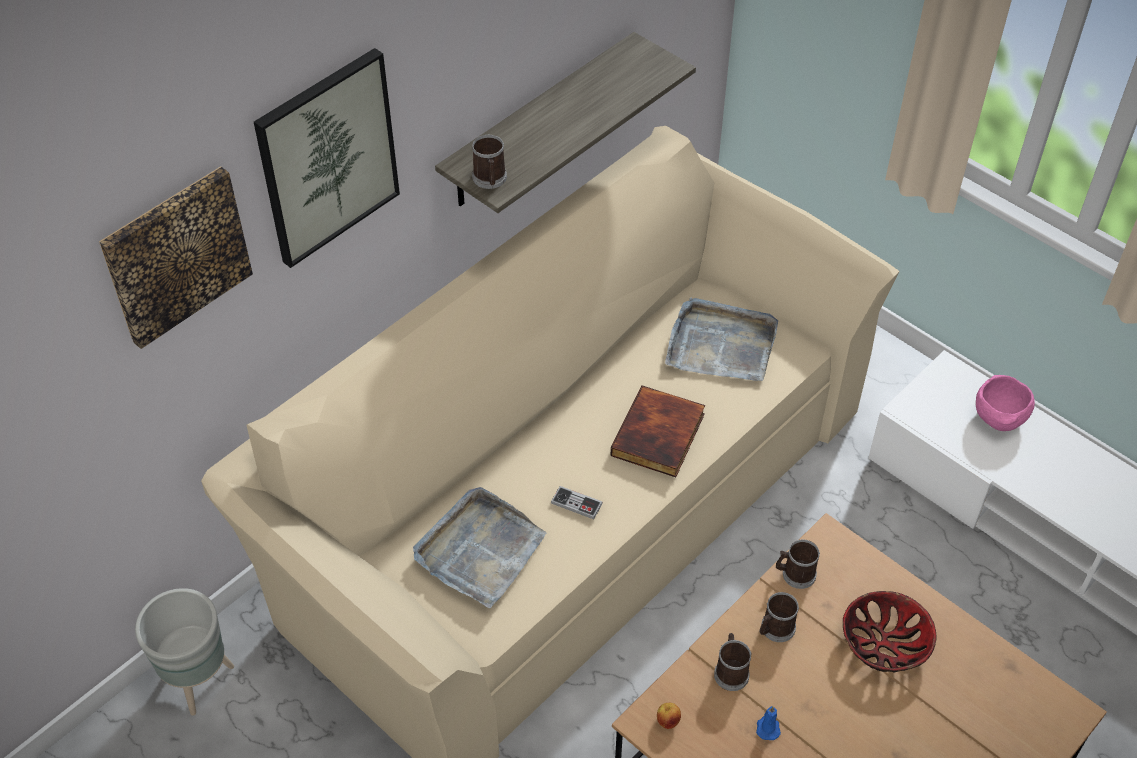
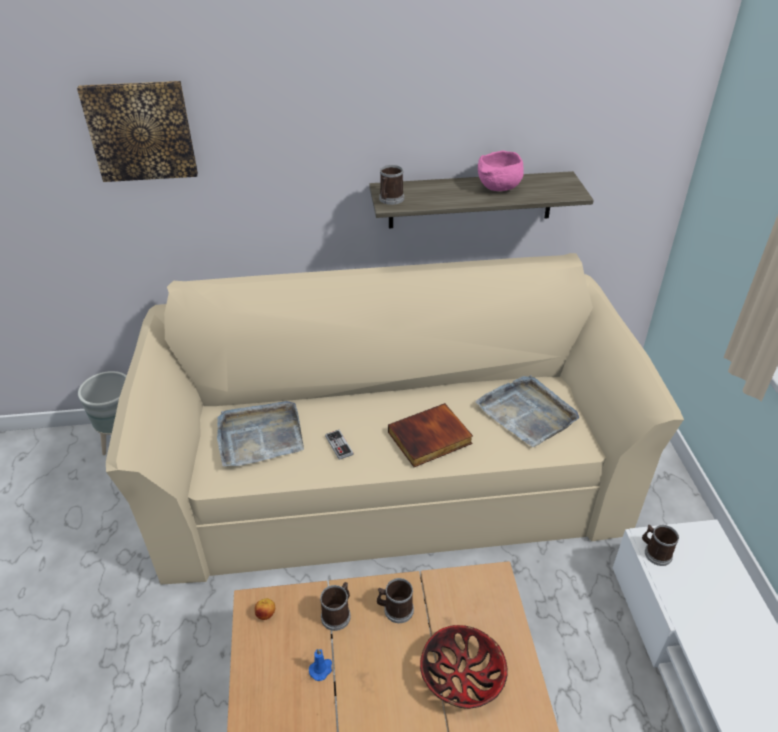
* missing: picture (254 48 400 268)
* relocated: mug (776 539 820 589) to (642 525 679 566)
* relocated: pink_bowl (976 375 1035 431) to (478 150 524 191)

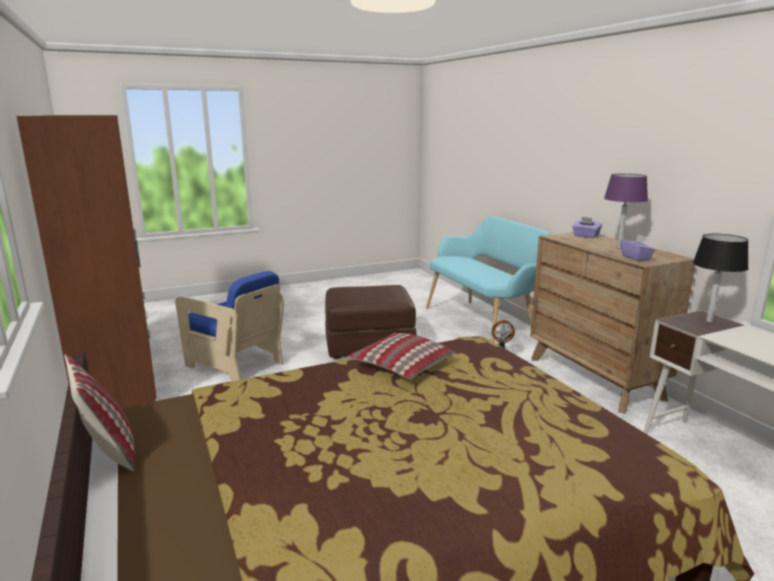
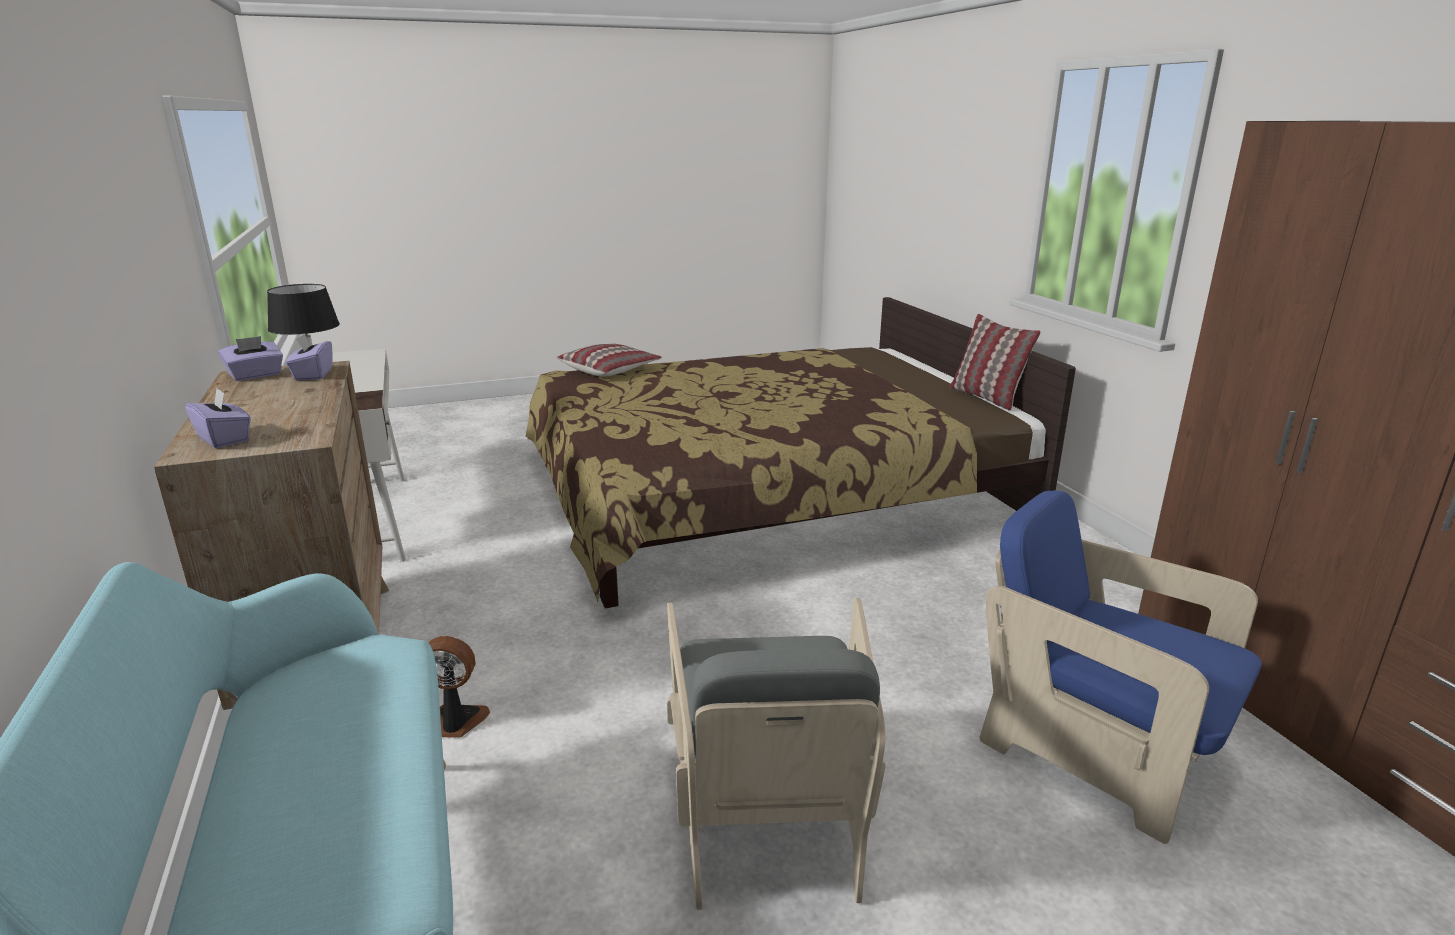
* exchanged: brown_ottoman (325 285 417 359) to grey_armchair (667 598 885 910)
* relocated: pillow (348 333 456 379) to (557 343 662 376)
* missing: purple_table_lamp (604 174 648 249)
* appeared: purple_tissue_box (218 336 283 381)

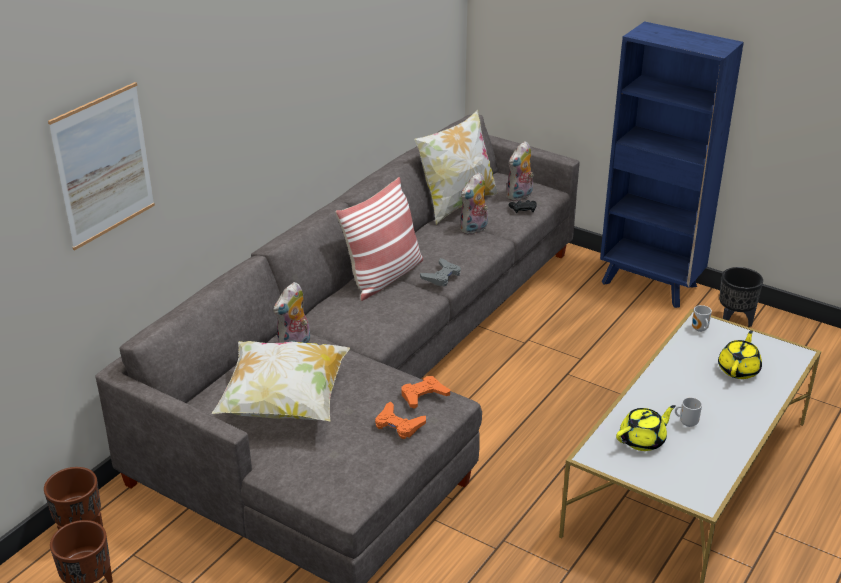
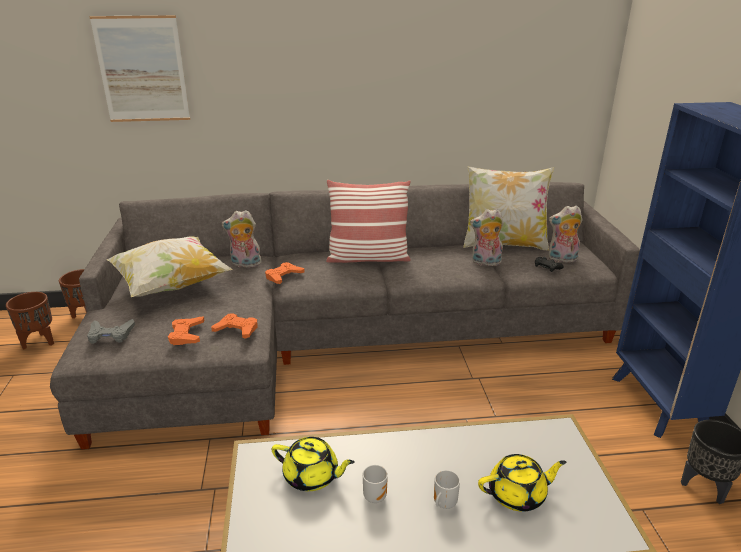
* relocated: grey_game_controller (420 258 461 286) to (87 319 135 344)
* relocated: mug (692 305 712 332) to (434 470 460 509)
* appeared: orange_game_controller (265 262 305 284)

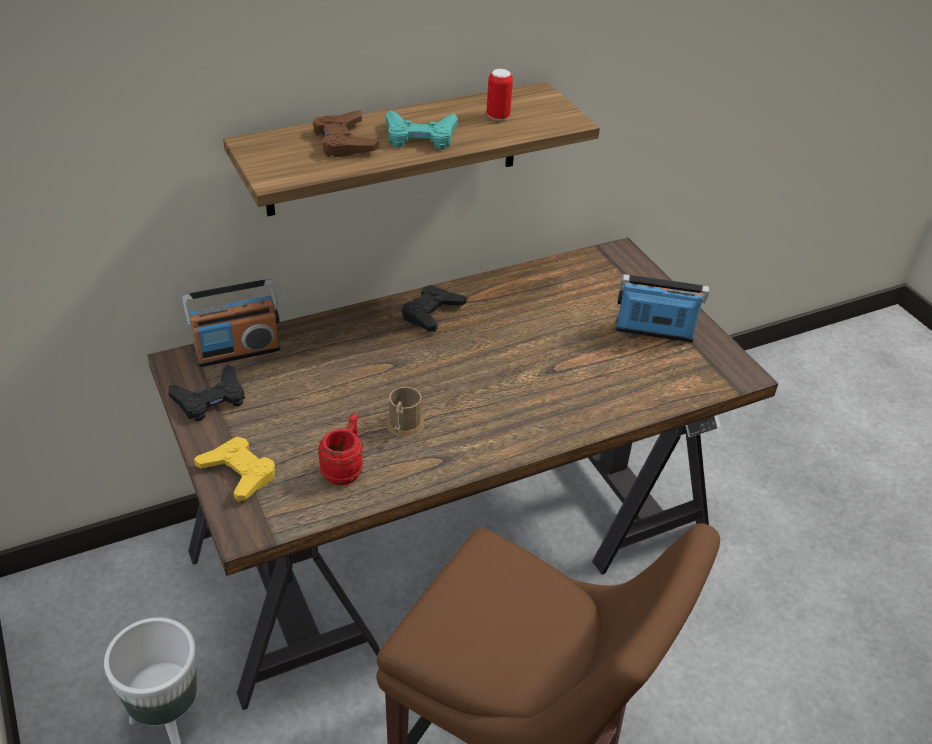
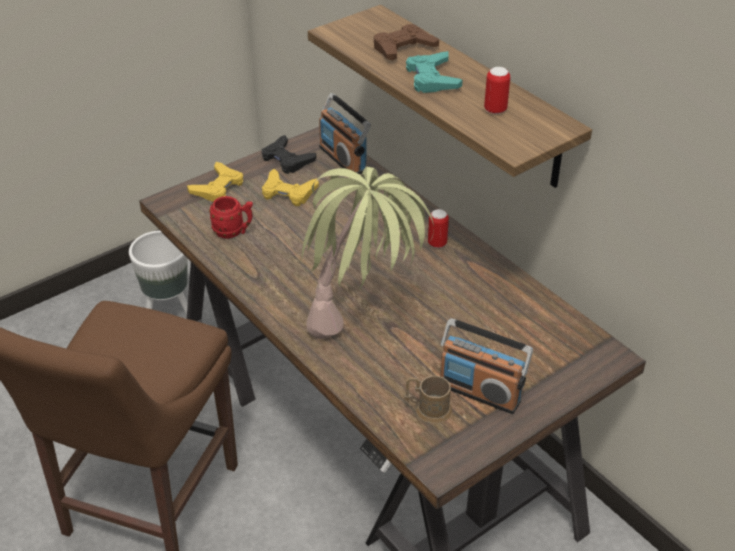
* relocated: brown_mug (386 387 424 437) to (404 376 452 424)
* exchanged: black_game_controller (402 285 466 332) to can (428 209 449 248)
* spun: radio (616 274 710 342) = (440 318 533 414) 120 degrees clockwise
* appeared: yellow_game_controller (262 169 319 206)
* appeared: potted_plant (301 167 434 339)

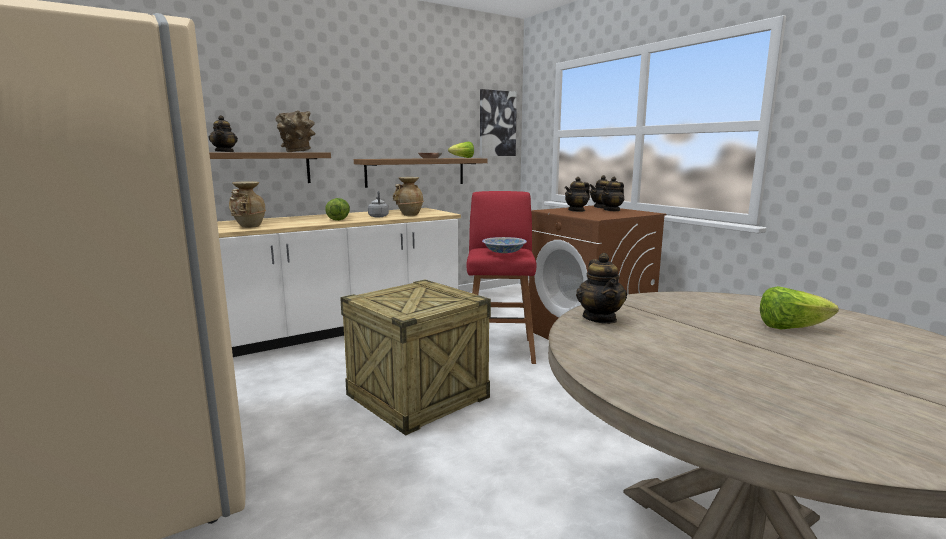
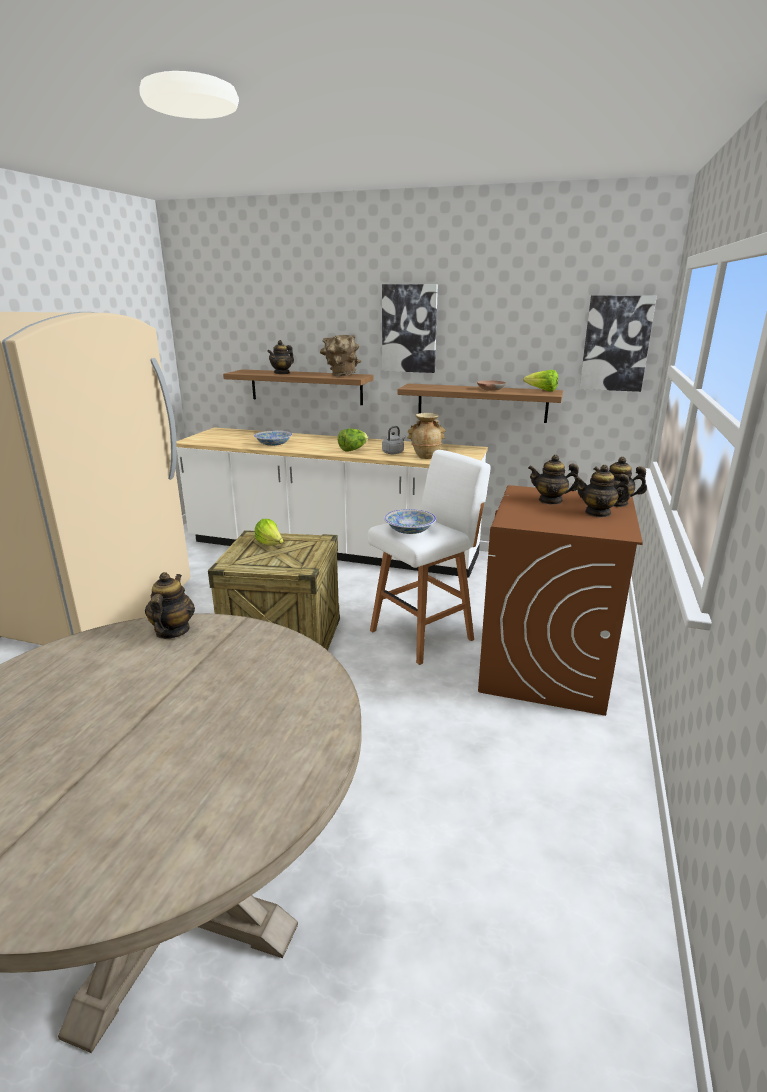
* exchanged: beige_vase (229 181 266 228) to bowl (254 431 292 446)
* colour: red_stool (466 191 536 364) to white_stool (368 450 490 665)
* spun: teapot (576 253 627 324) = (145 572 195 639) 135 degrees clockwise
* relocated: lettuce (760 286 839 329) to (255 519 283 545)
* appeared: picture (382 284 438 373)

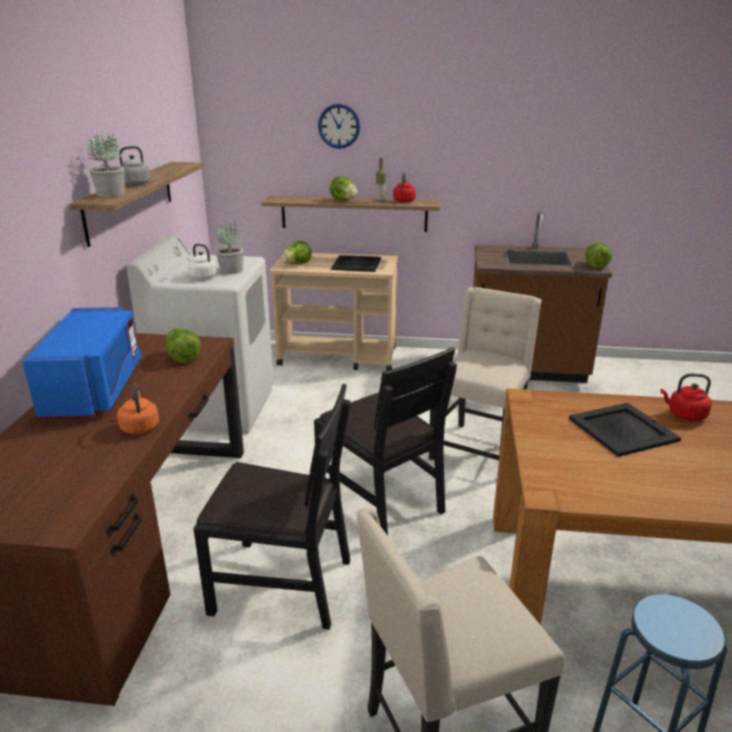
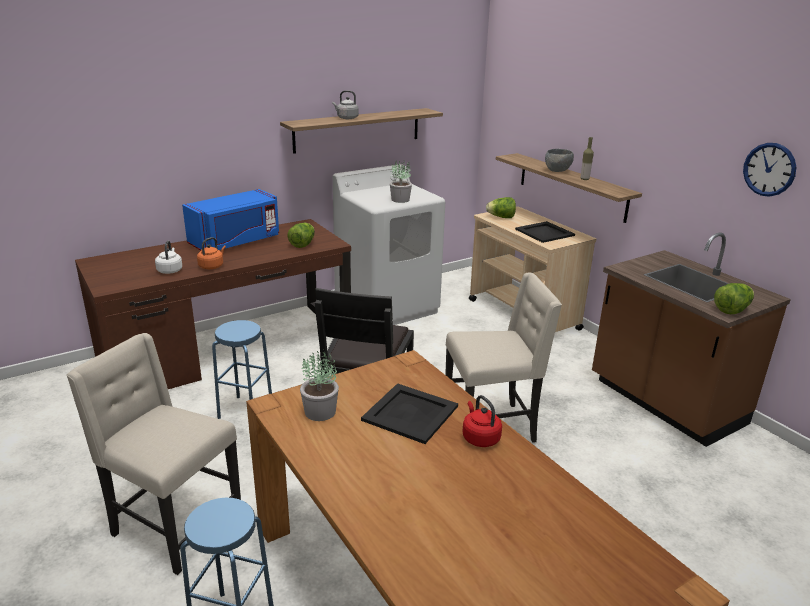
* relocated: potted_plant (87 134 125 197) to (300 349 339 421)
* relocated: white_kettle (186 244 217 280) to (155 240 182 274)
* exchanged: black_chair (193 384 351 630) to blue_stool (212 320 272 419)
* relocated: wall_clock (318 104 360 149) to (743 143 796 197)
* exchanged: lettuce (330 176 357 200) to grey_bowl (545 149 574 172)
* missing: red_kettle (393 173 416 203)

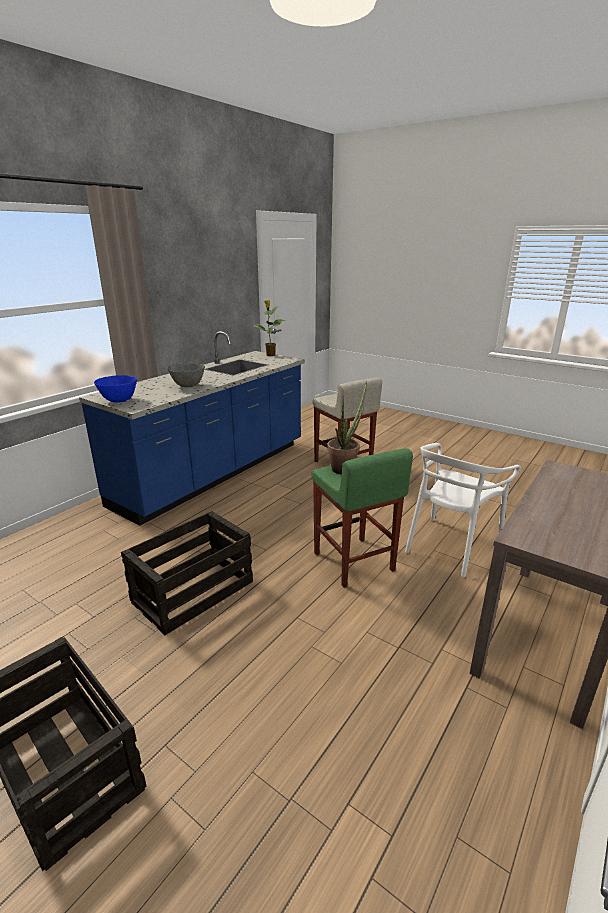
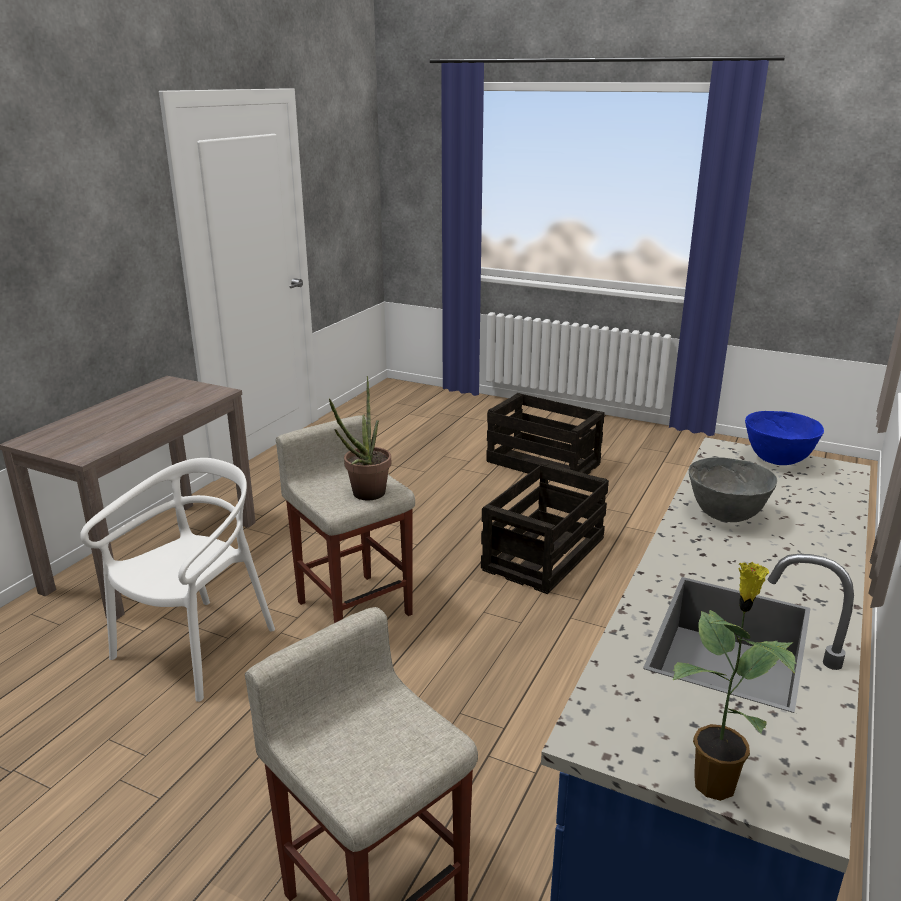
* colour: green_stool (312 448 413 588) to beige_stool (276 416 415 623)

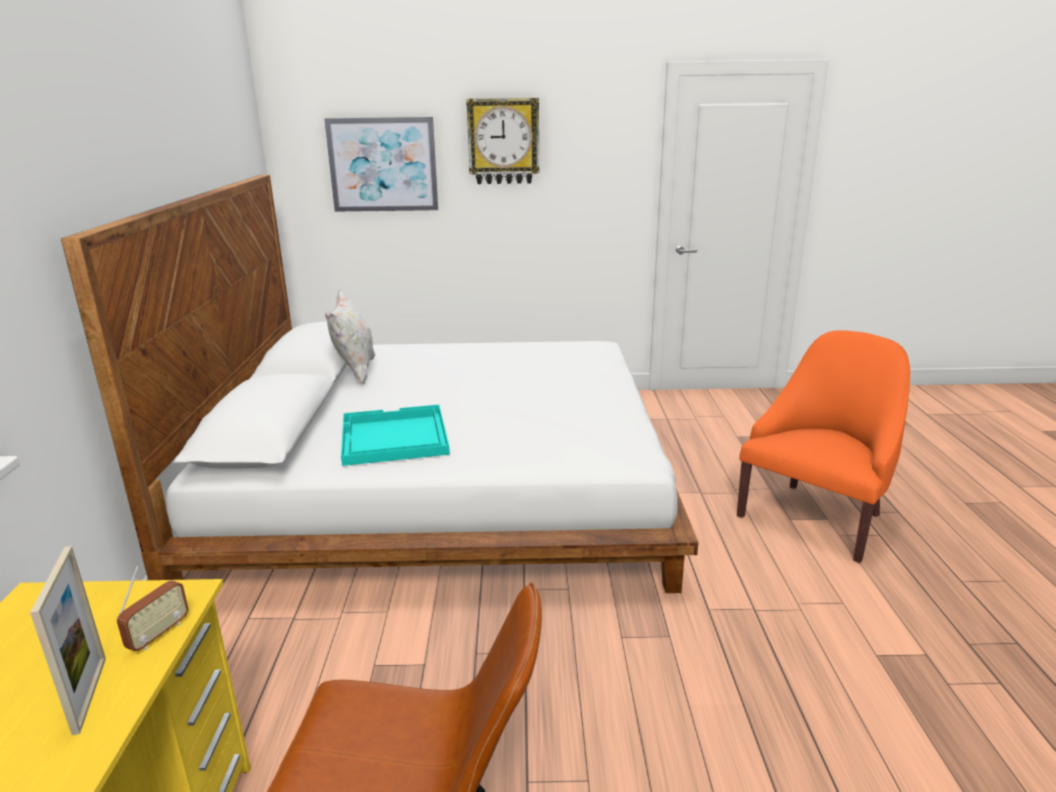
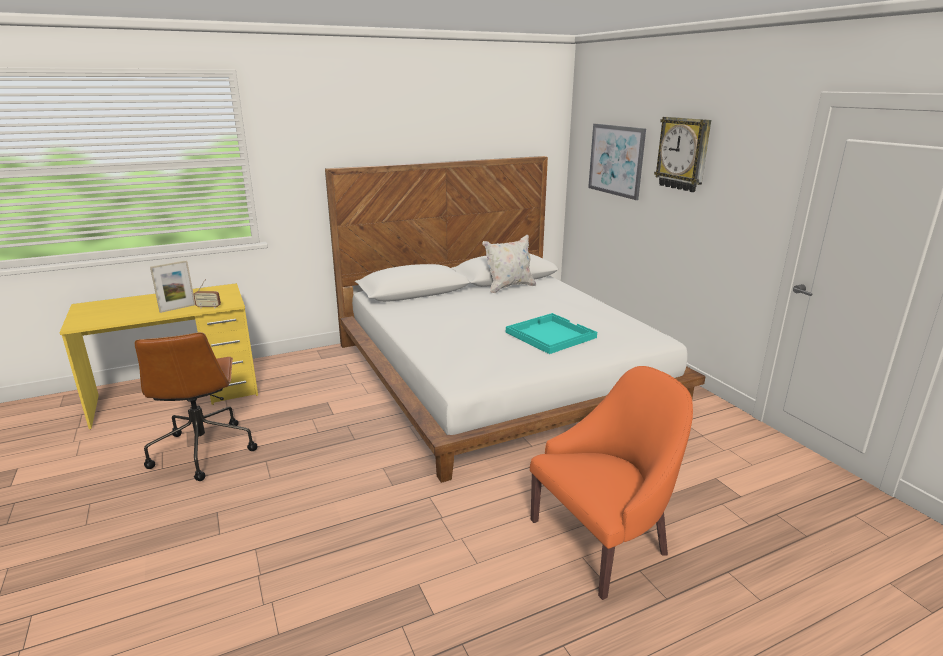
* relocated: turquoise_tray (341 405 450 466) to (506 313 597 354)
* spun: orange_armchair (737 330 910 563) = (530 366 693 600) 45 degrees counterclockwise

